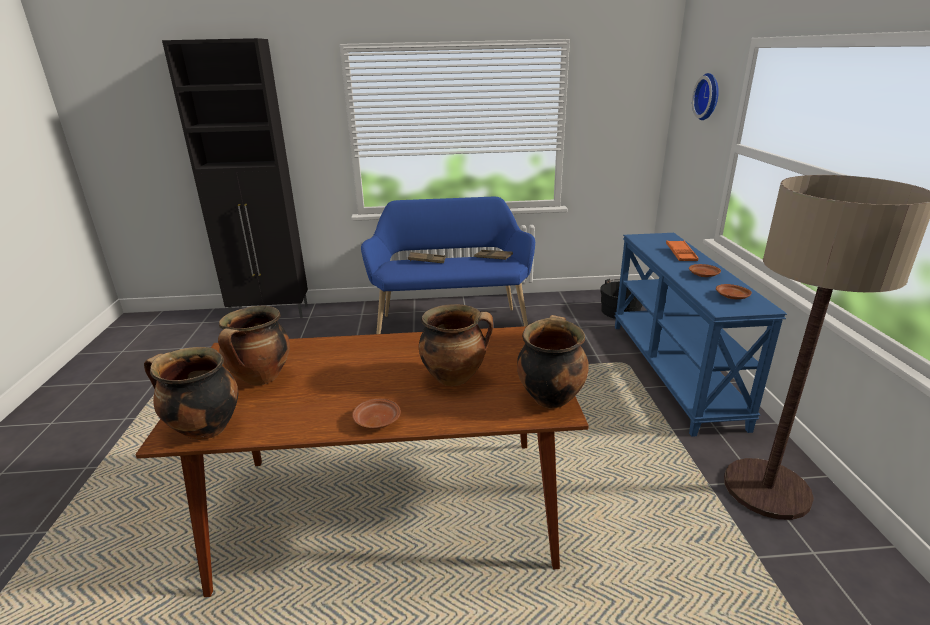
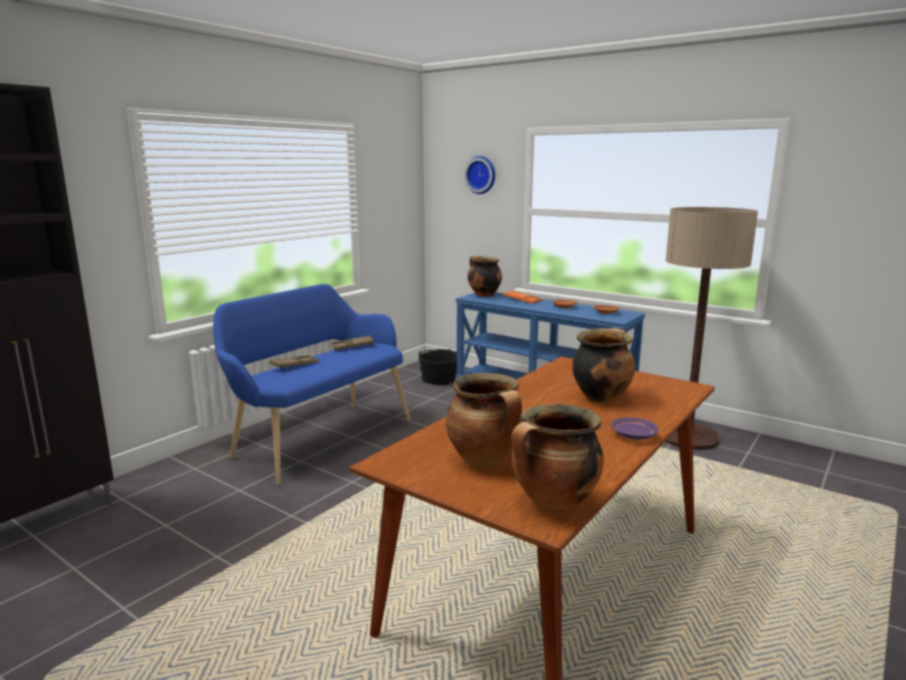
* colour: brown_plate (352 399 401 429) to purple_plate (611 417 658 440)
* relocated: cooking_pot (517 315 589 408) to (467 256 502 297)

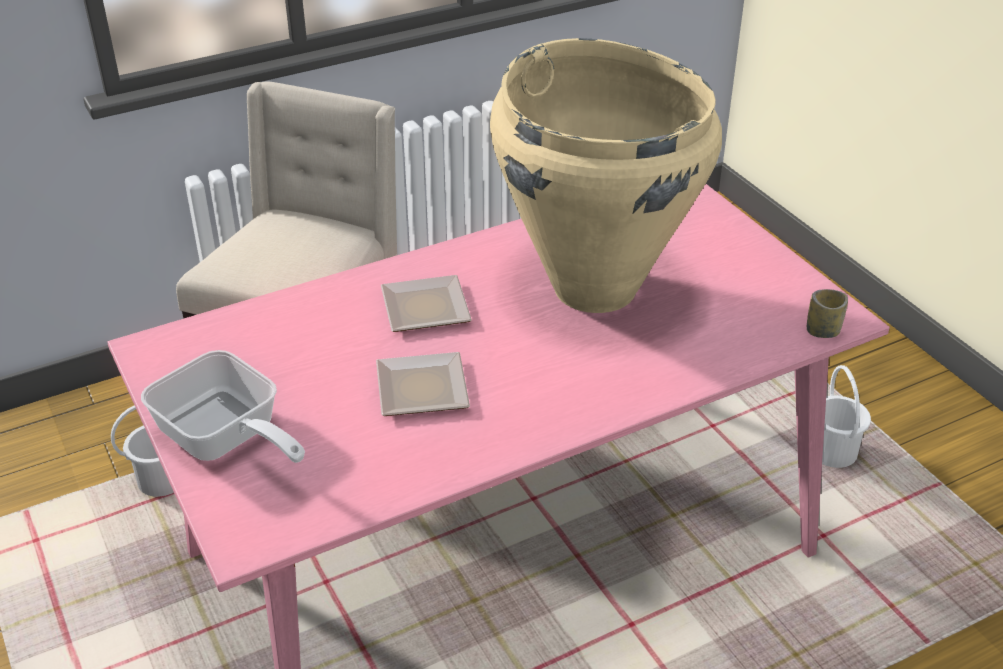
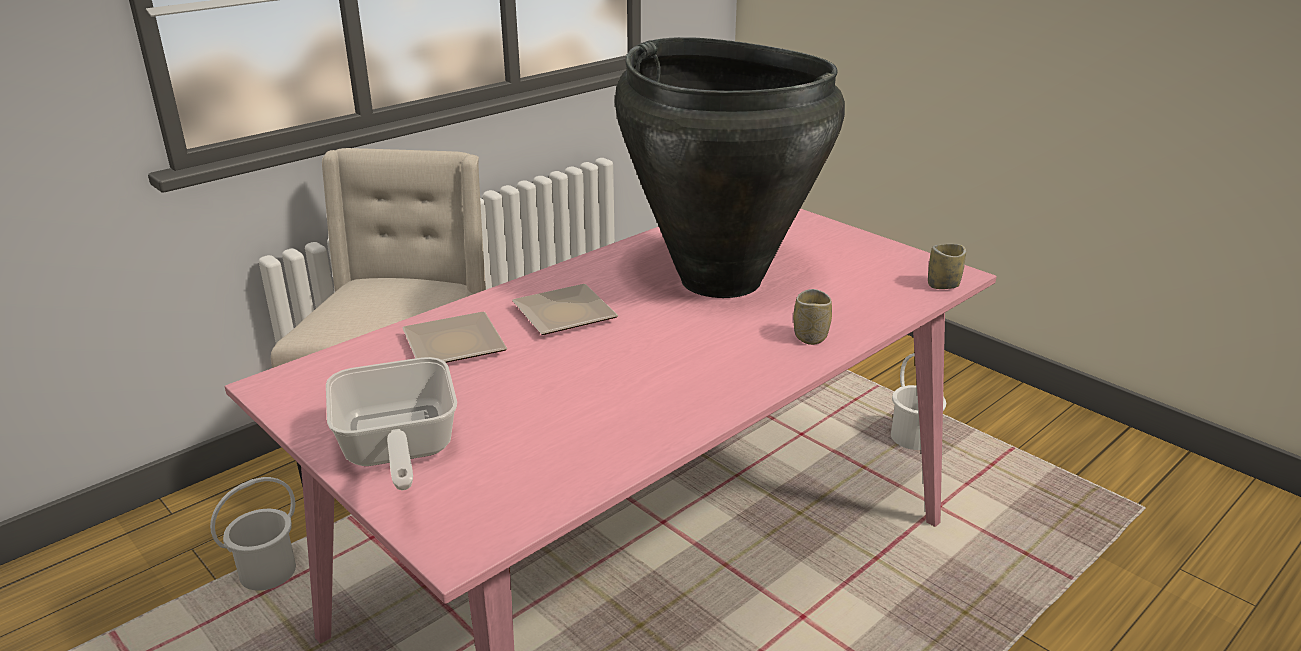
* spun: frying_pan (141 350 305 463) = (326 357 457 490) 45 degrees clockwise
* relocated: plate (376 352 470 416) to (402 312 507 363)
* colour: beige_vase (490 38 722 313) to black_vase (615 37 845 298)
* appeared: cup (793 289 832 345)

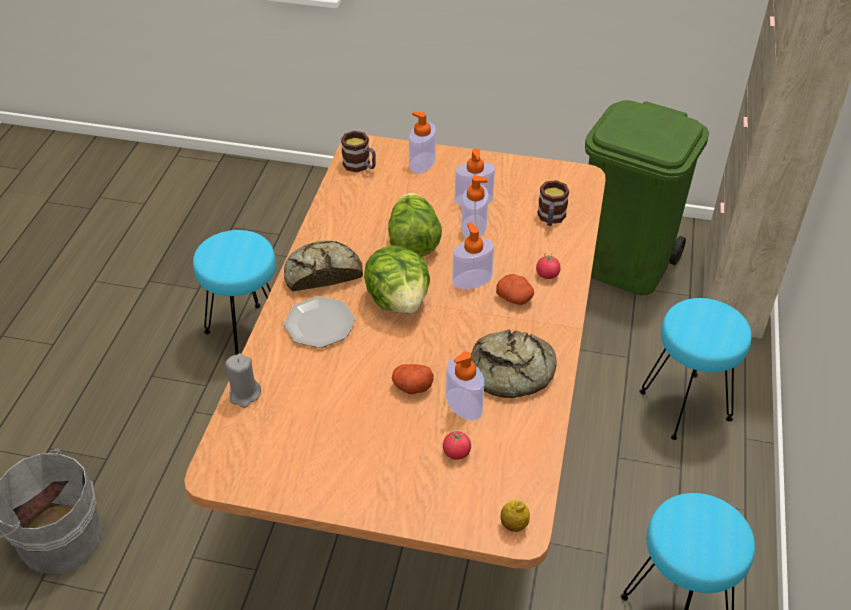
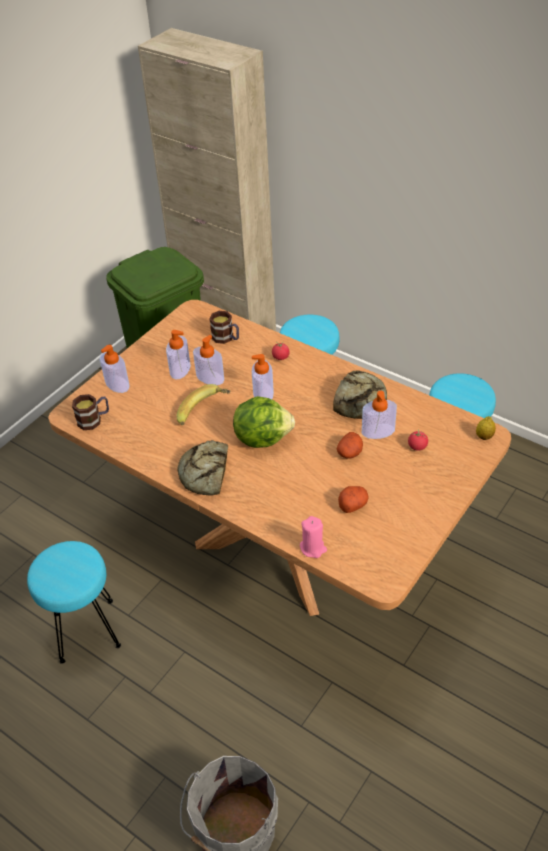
* colour: grey_candle (225 353 261 408) to pink_candle (300 516 327 558)
* missing: plate (284 296 355 348)
* exchanged: lettuce (388 193 442 257) to banana (176 384 230 425)
* relocated: potato (496 274 534 305) to (338 486 368 513)

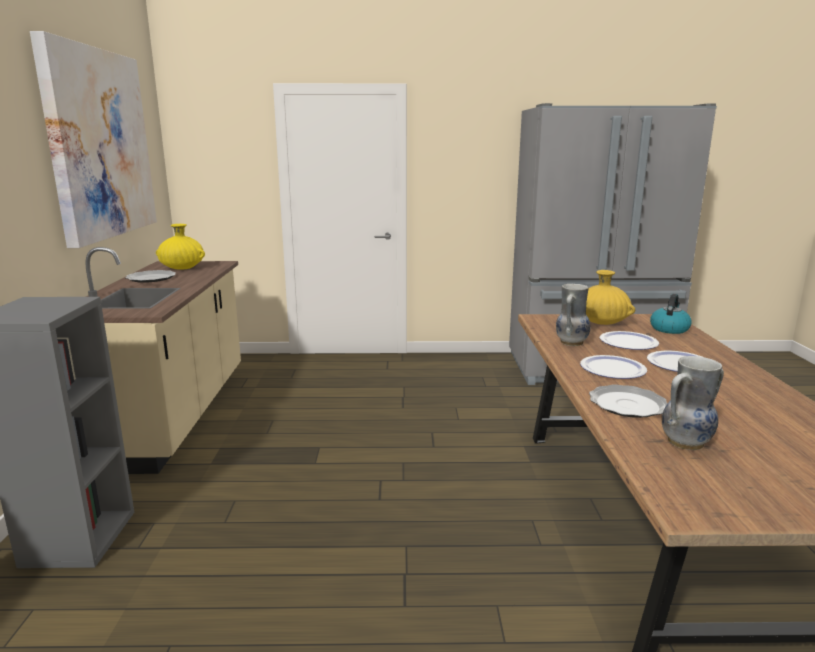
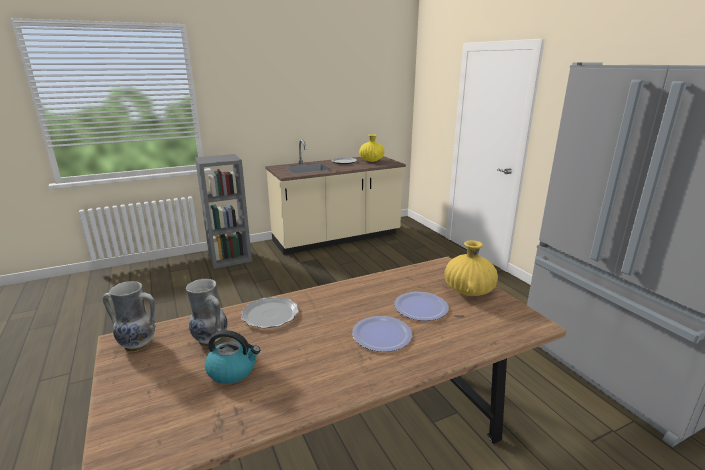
* missing: picture (30 31 157 248)
* relocated: vase (556 284 590 346) to (103 281 157 352)
* missing: plate (580 355 647 379)
* relocated: kettle (650 294 692 334) to (205 330 260 384)

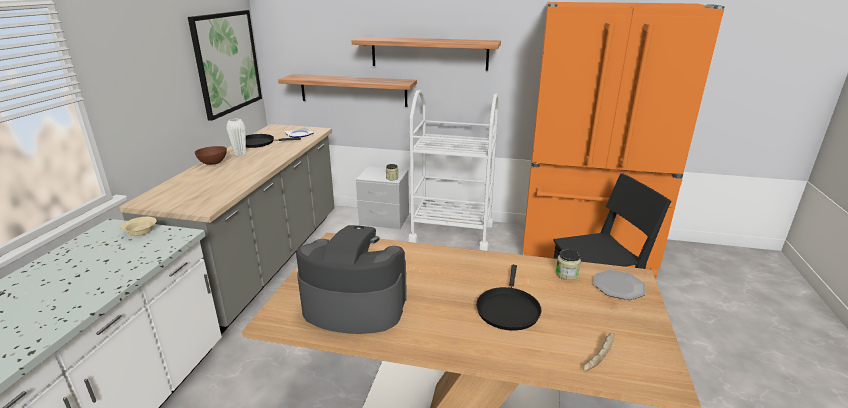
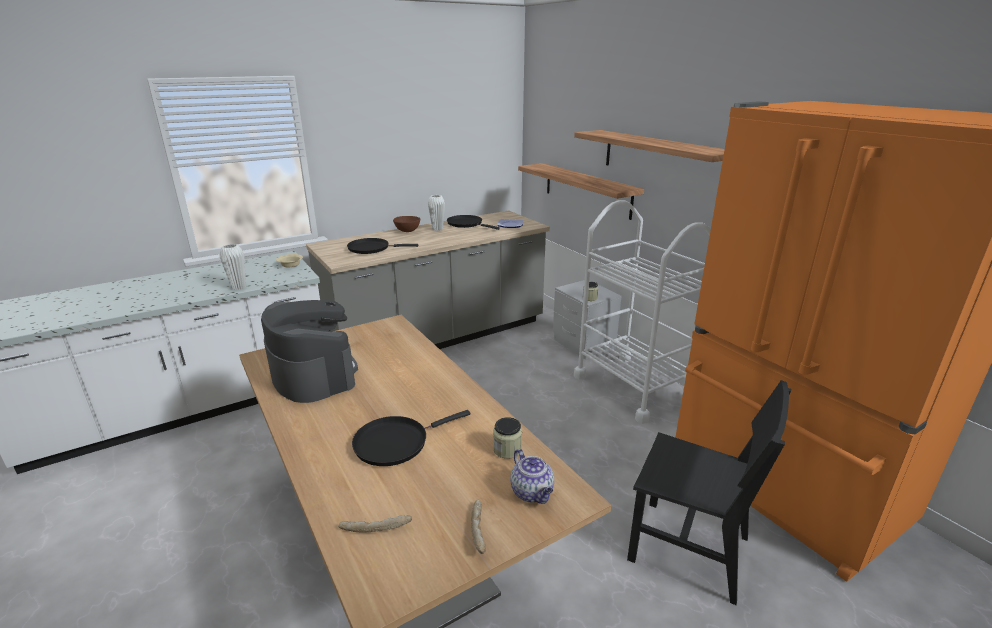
* missing: picture (188 10 262 121)
* exchanged: plate (593 270 646 300) to teapot (510 449 554 504)
* appeared: white_vase (220 244 246 290)
* appeared: black_frying_pan (347 238 418 254)
* appeared: bread (471 500 486 554)

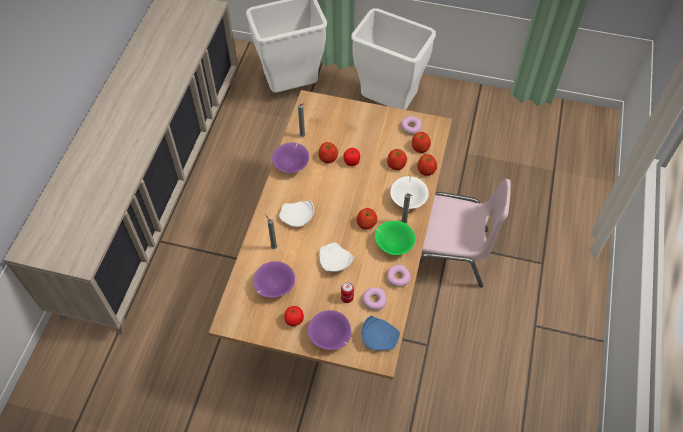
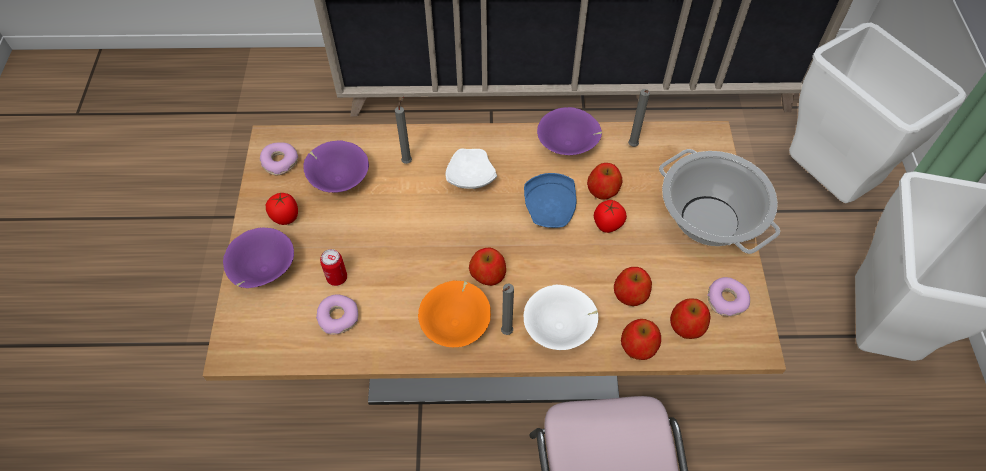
* missing: white_plate (319 243 354 272)
* relocated: blue_plate (361 316 400 351) to (524 173 576 228)
* colour: green_bowl (375 221 415 255) to orange_bowl (418 281 491 347)
* relocated: donut (387 265 411 287) to (260 143 298 175)
* appeared: cooking_pot (659 149 780 254)

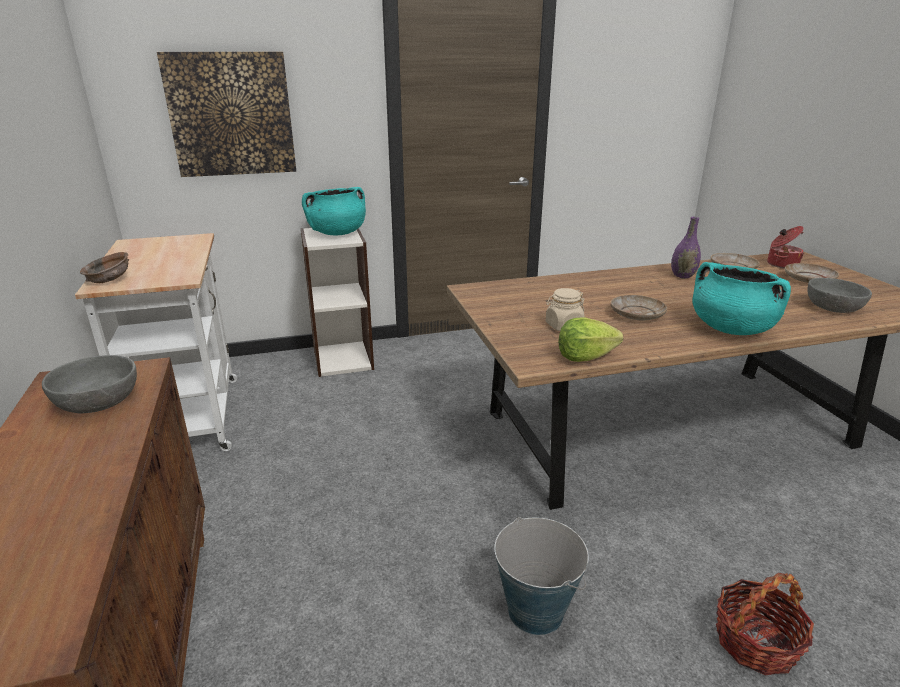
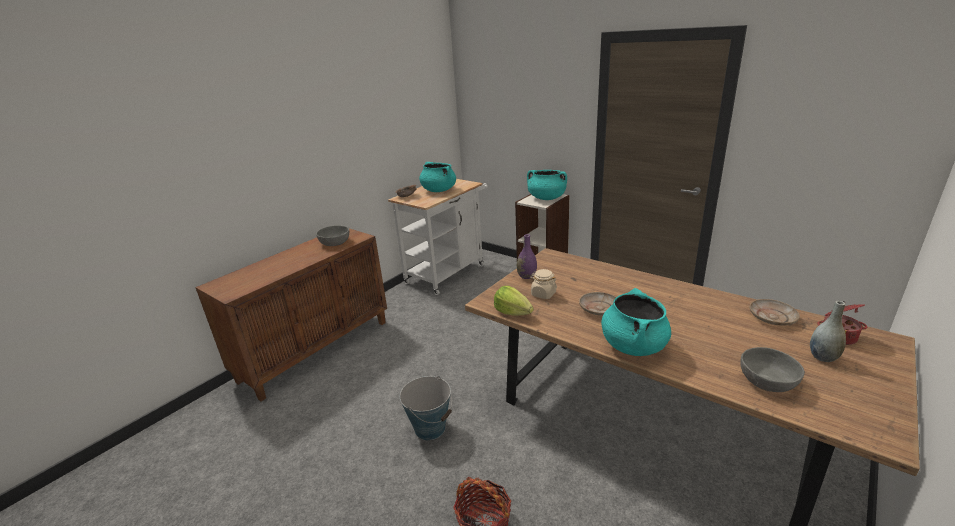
* missing: picture (157 52 296 177)
* relocated: purple_vase (671 217 701 278) to (517 234 537 279)
* exchanged: beige_plate (785 263 839 283) to grey_vase (810 301 846 362)
* appeared: turquoise_cooking_pot (419 162 456 192)

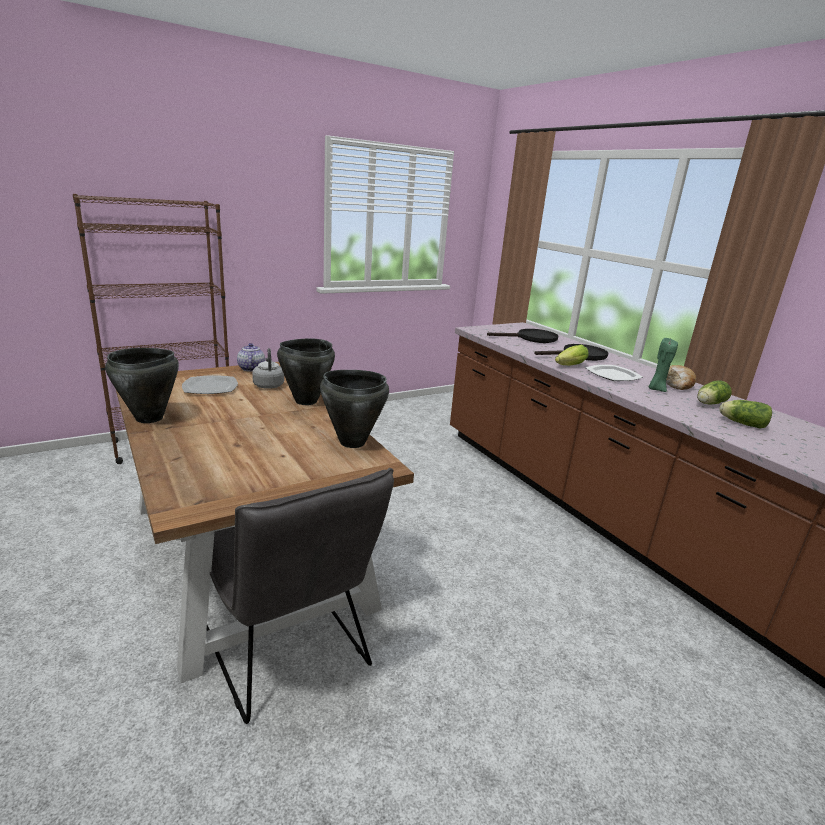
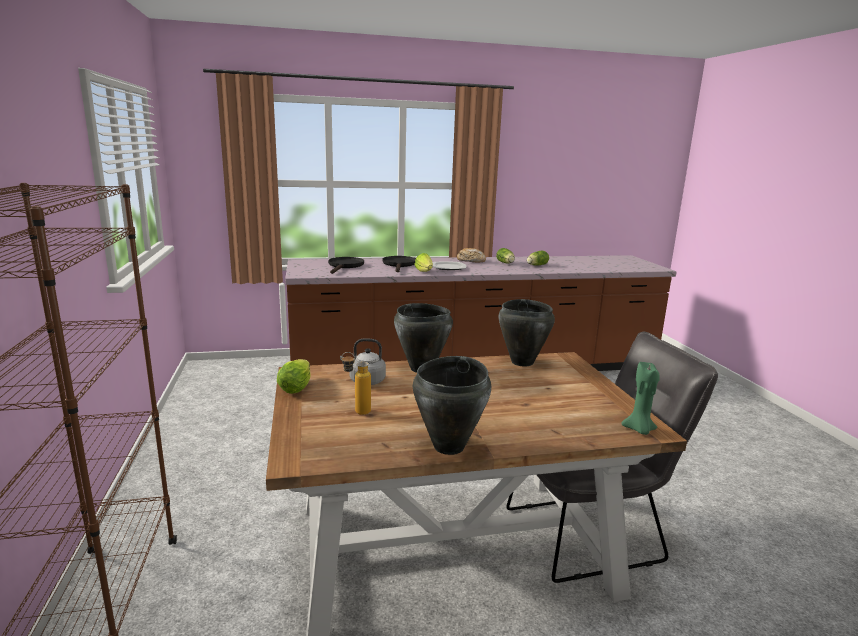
* exchanged: plate (182 375 238 394) to bottle (341 352 371 415)
* exchanged: teapot (237 343 265 372) to lettuce (277 359 311 394)
* relocated: green_candle (649 338 678 392) to (621 362 660 435)

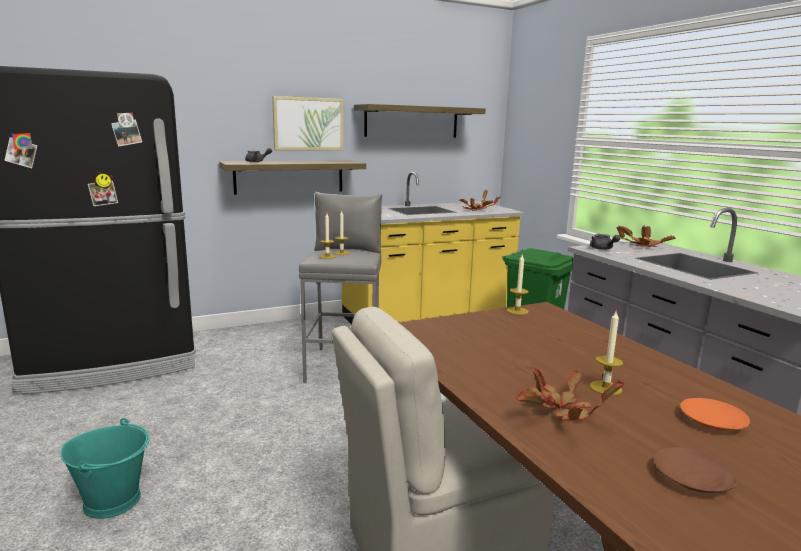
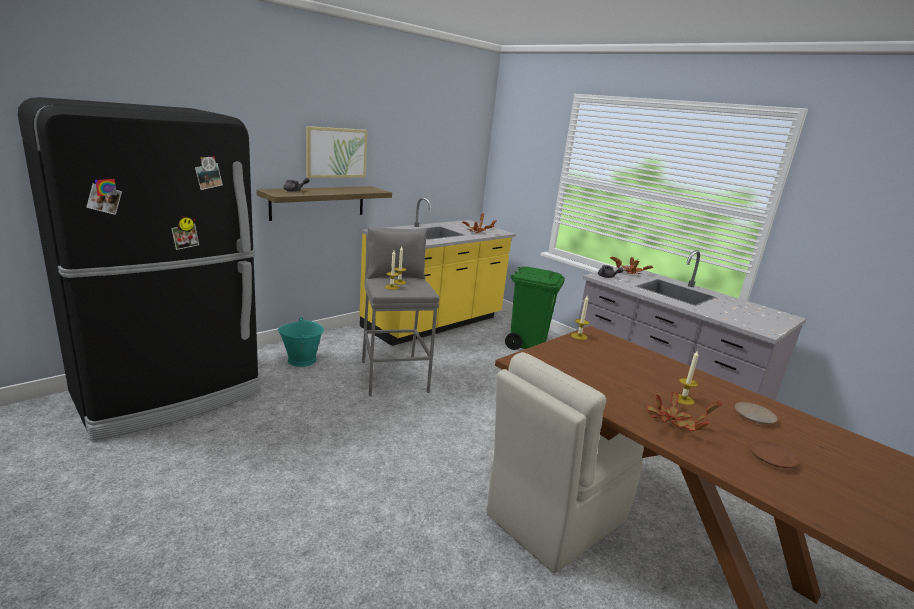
* relocated: turquoise_bucket (61 418 149 519) to (278 317 324 367)
* missing: shelf (354 104 486 138)
* colour: orange_plate (680 398 750 431) to beige_plate (735 402 777 424)

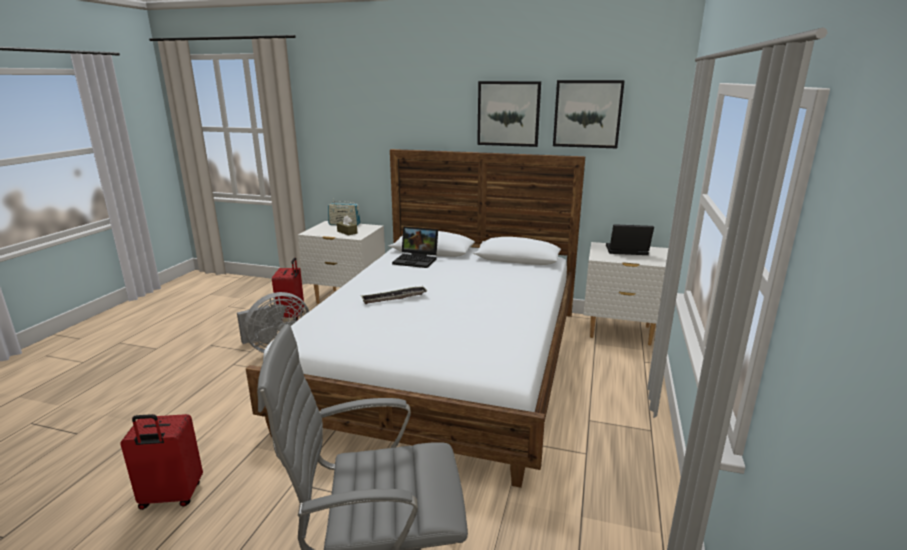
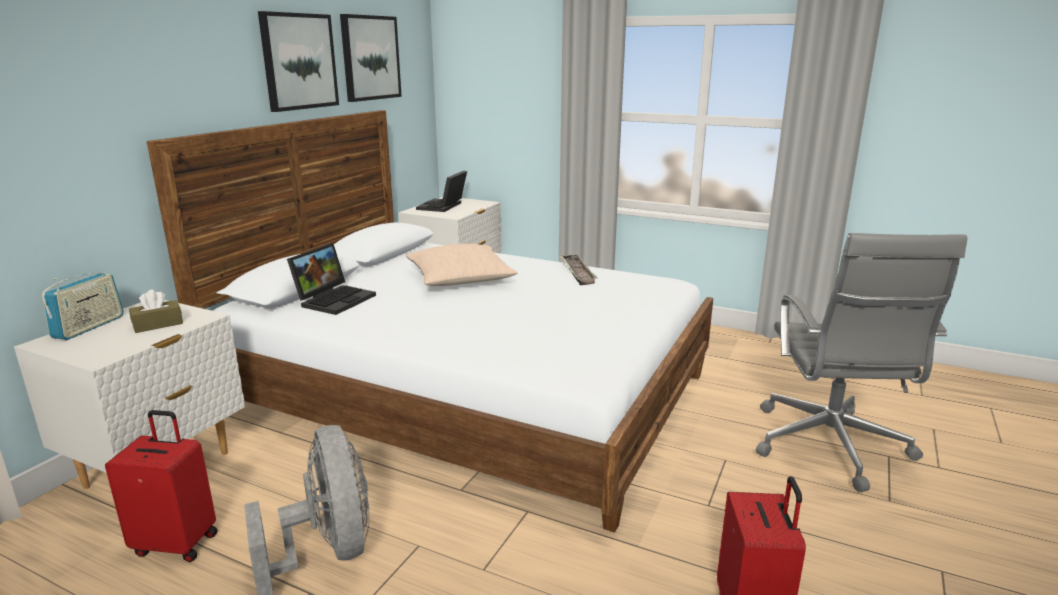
* relocated: tray (361 286 427 304) to (560 254 598 285)
* appeared: beige_pillow (406 244 517 286)

